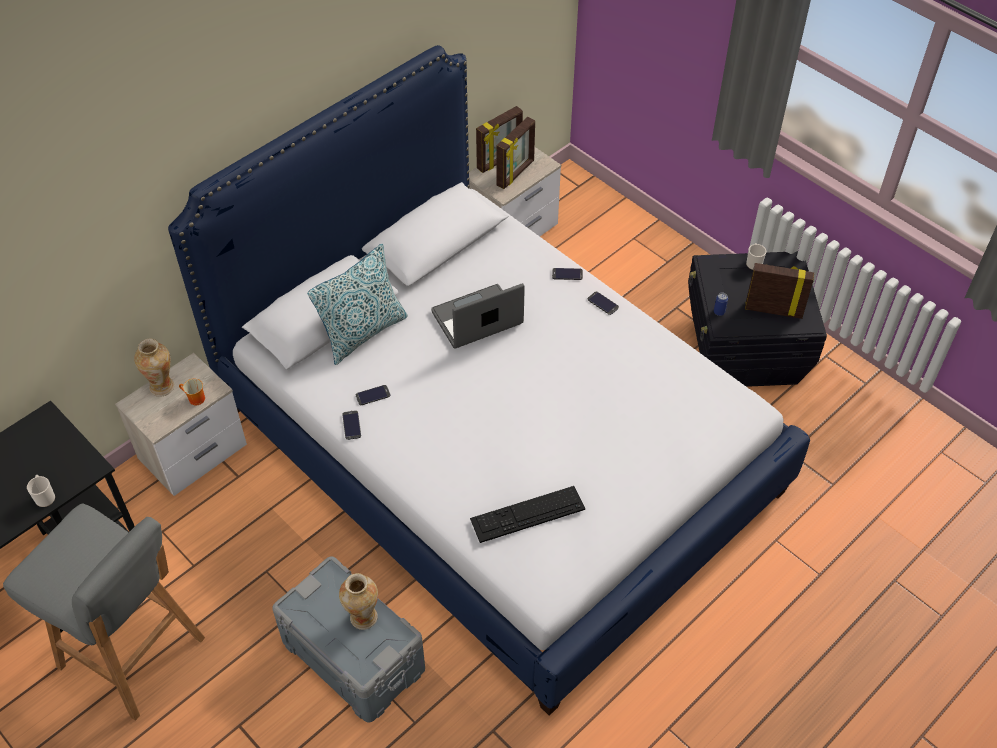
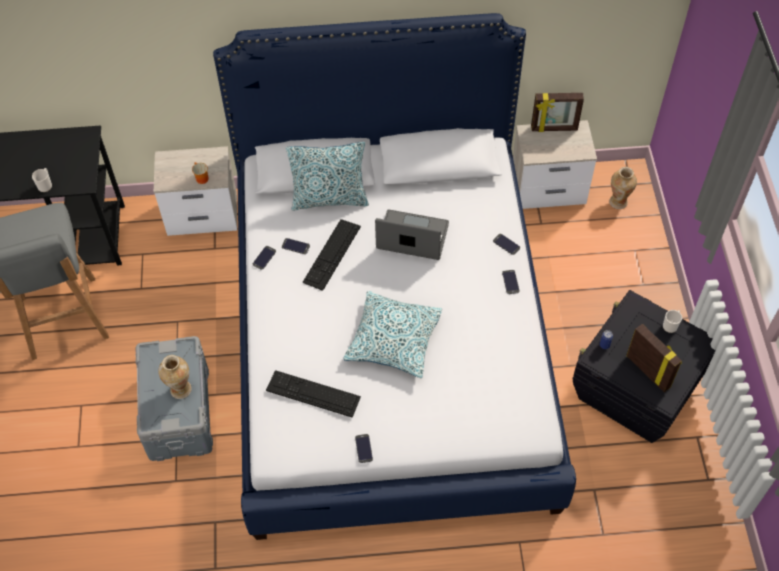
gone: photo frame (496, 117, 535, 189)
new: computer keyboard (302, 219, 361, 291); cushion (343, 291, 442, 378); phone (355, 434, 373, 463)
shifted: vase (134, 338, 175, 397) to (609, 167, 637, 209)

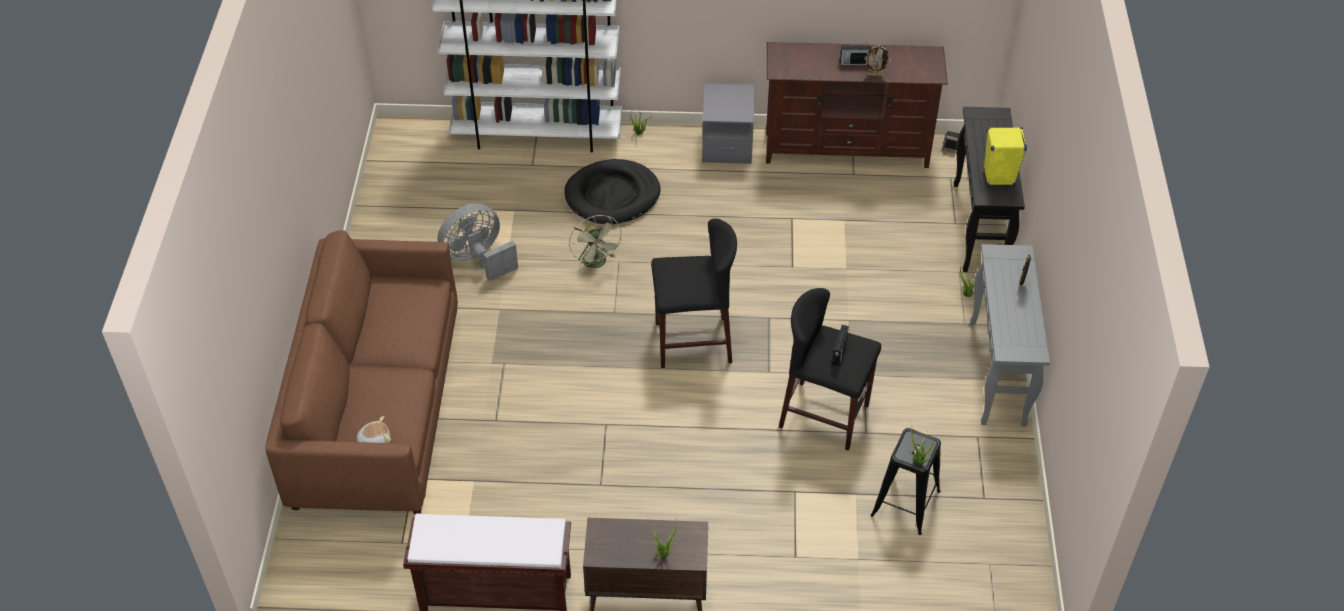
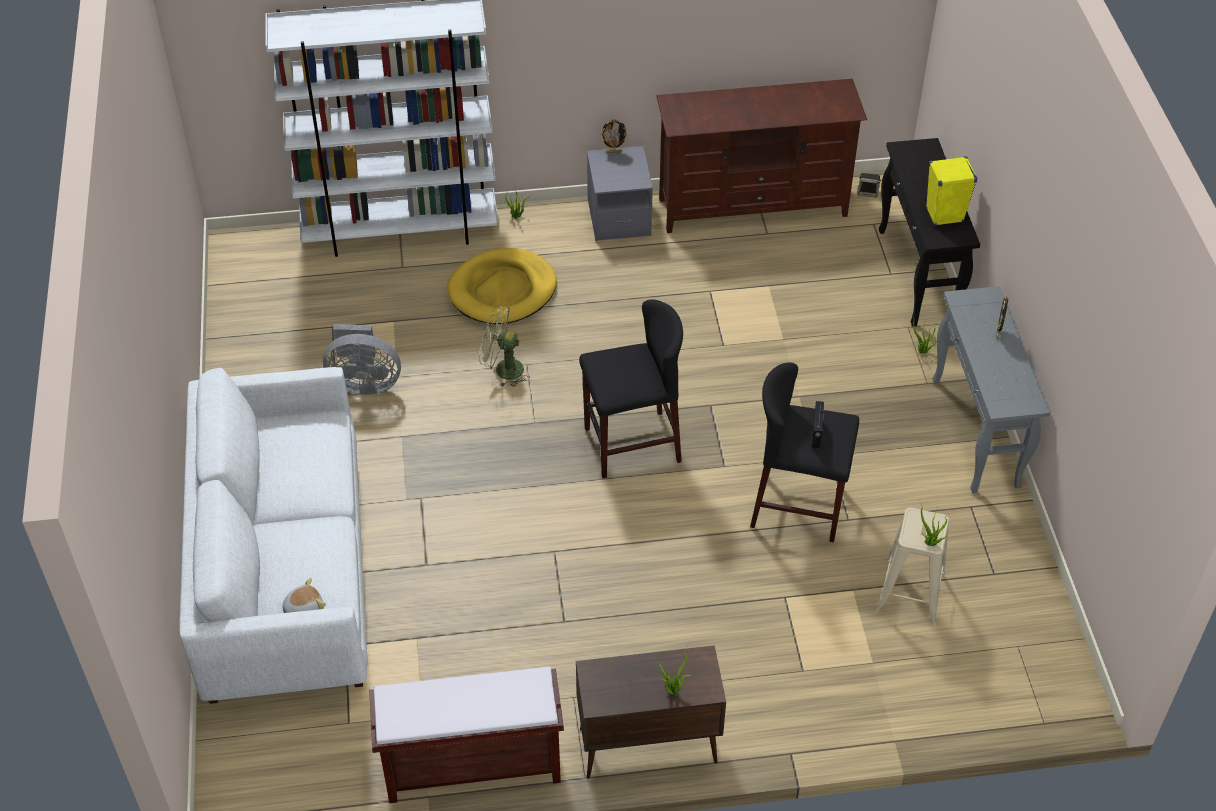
gone: radio receiver (840, 43, 872, 65)
shifted: photo frame (864, 45, 891, 77) to (600, 119, 628, 153)
repainted: black dog cushion (565, 159, 661, 224) to yellowish dog cushion (447, 248, 557, 324); brown-coloured couch (265, 230, 458, 514) to white-coloured couch (179, 367, 368, 704); black sitting stool (871, 428, 941, 535) to beige-coloured sitting stool (875, 507, 950, 626)
rotated: gray fan (437, 203, 518, 281) = (323, 324, 401, 395) 135 degrees counterclockwise; green-coloured fan (569, 215, 623, 272) = (479, 306, 530, 387) 135 degrees clockwise

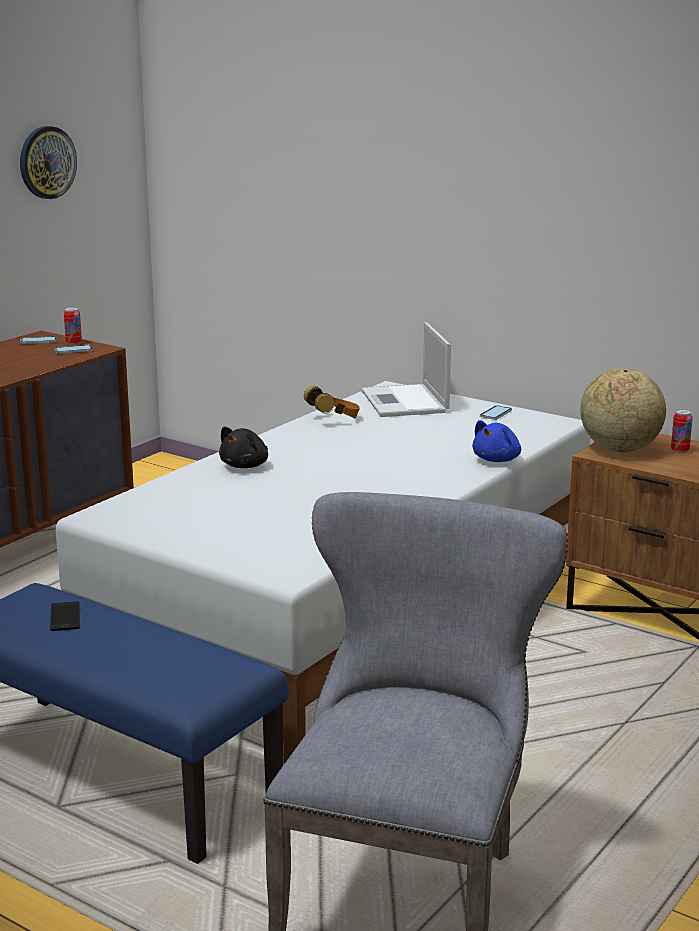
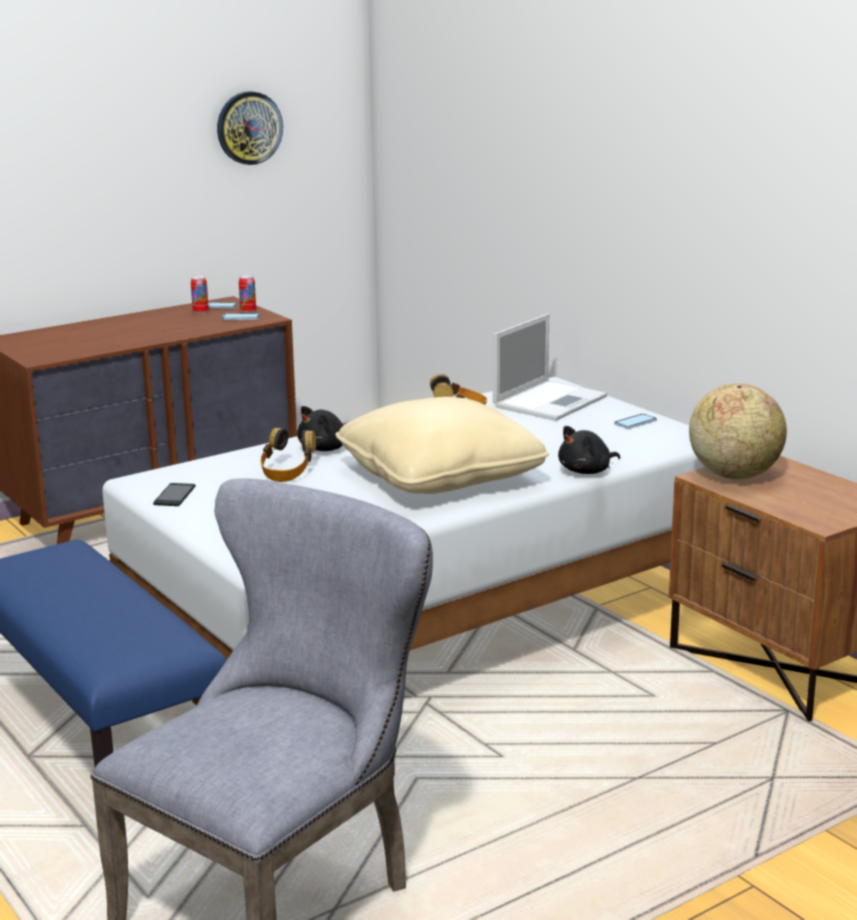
new: beige-coloured cushion (335, 397, 549, 494); headphones (261, 428, 316, 482)
shifted: sealed can (671, 409, 692, 453) to (191, 275, 209, 314); phone (50, 601, 80, 631) to (153, 483, 196, 506)
repainted: blue cuddly toy (472, 420, 521, 462) to black cuddly toy (558, 426, 620, 474)
rotated: laptop (361, 322, 451, 417) = (493, 314, 608, 421) 150 degrees counterclockwise

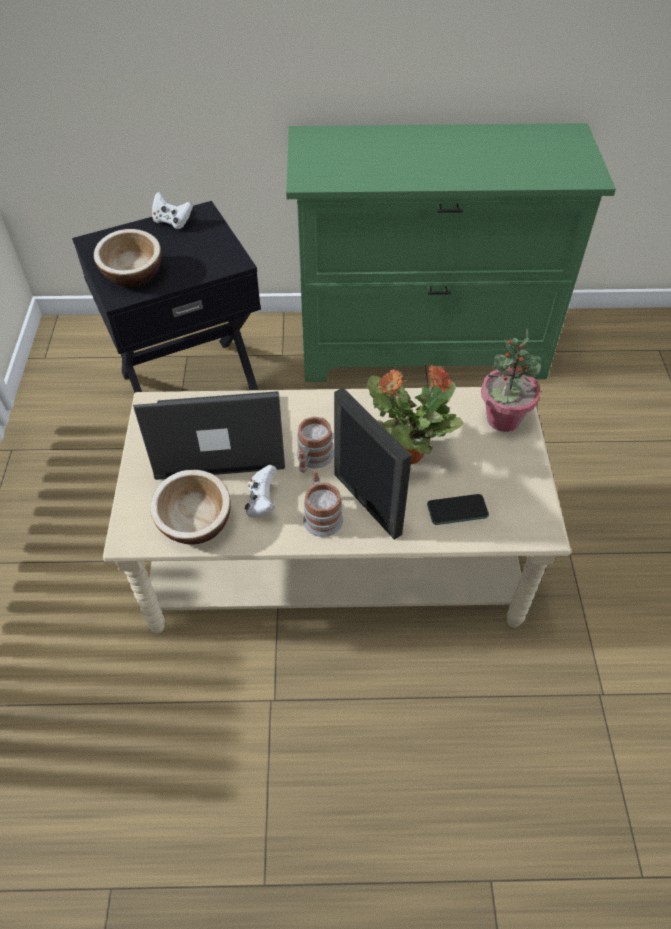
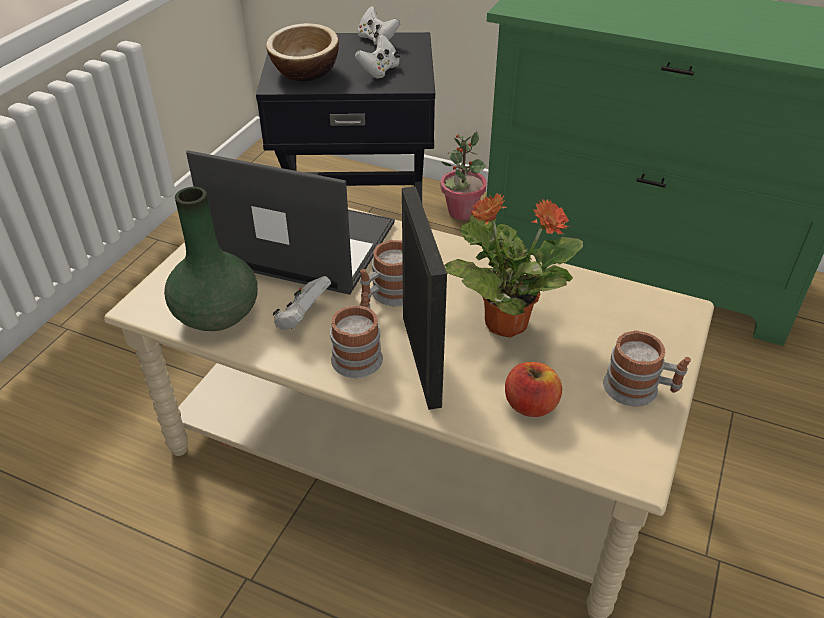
new: white-coloured joypad (355, 35, 400, 79); mug (603, 330, 691, 406)
shifted: potted plant (481, 329, 541, 432) to (440, 131, 487, 220)
swapped: deep dish (150, 470, 231, 544) to green-coloured vase (164, 187, 258, 331); phone (427, 494, 489, 525) to whole apple (505, 362, 562, 417)

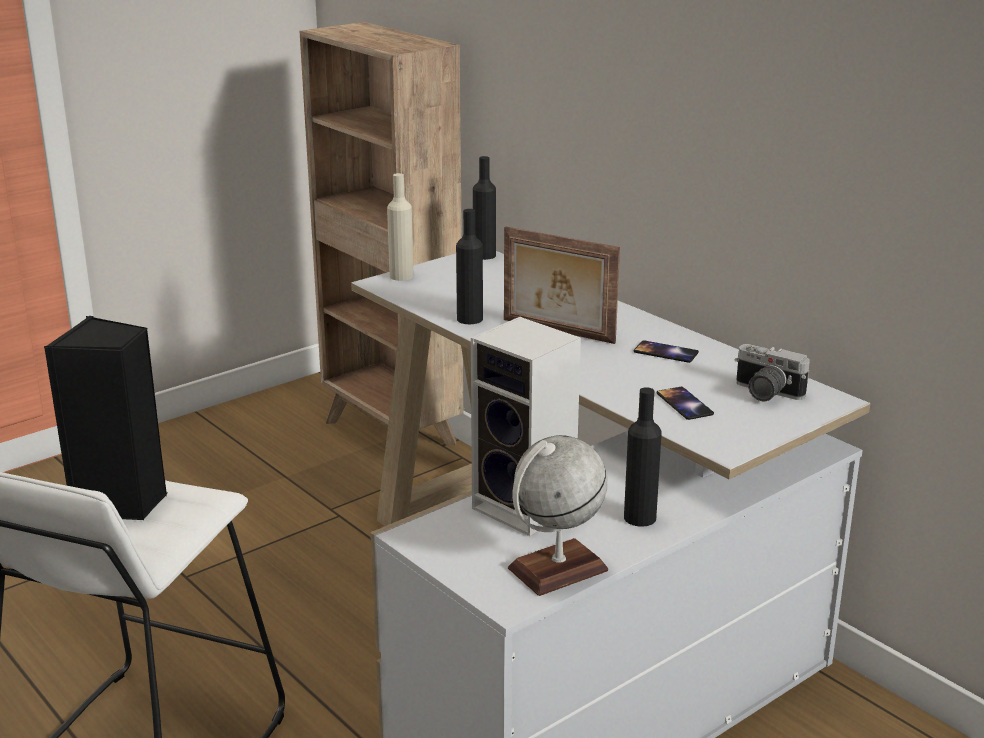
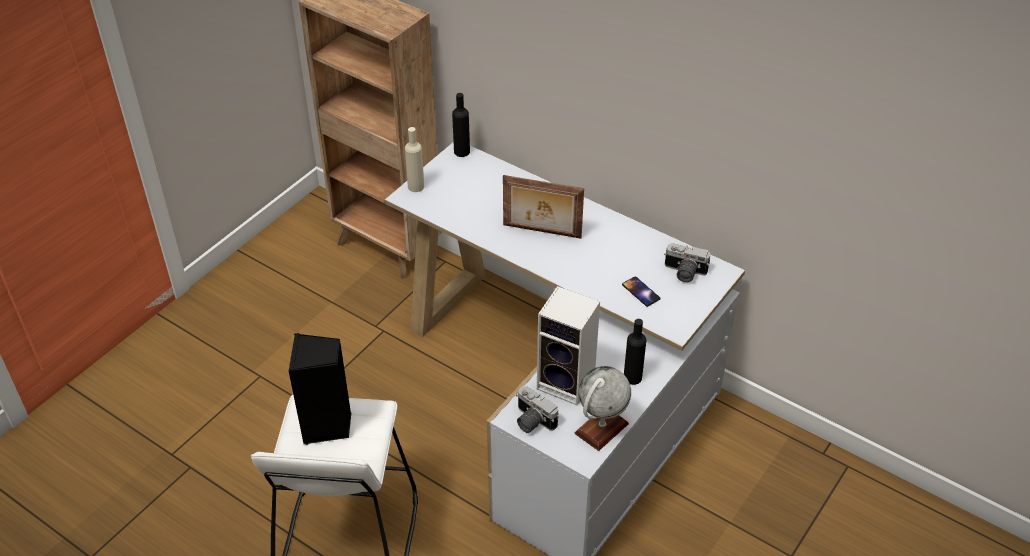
gone: black bottle (456, 209, 483, 324); phone (634, 340, 699, 363)
new: photo camera (516, 386, 559, 433)

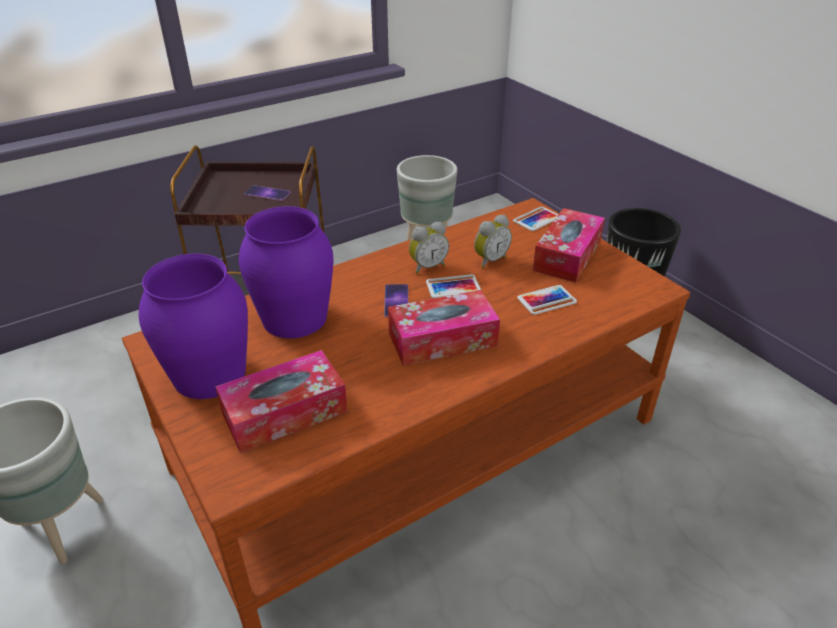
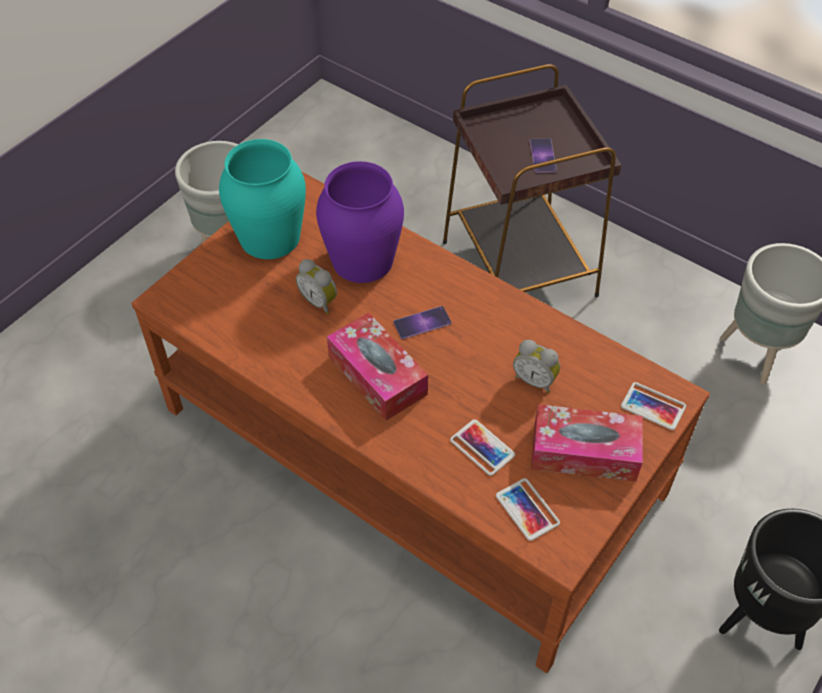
gone: tissue holder (215, 350, 348, 453)
shifted: table clock (409, 222, 449, 274) to (296, 259, 337, 314); phone (426, 274, 481, 298) to (496, 478, 560, 541)
repainted: purple-coloured vase (139, 254, 248, 399) to turquoise vase (219, 139, 306, 259)

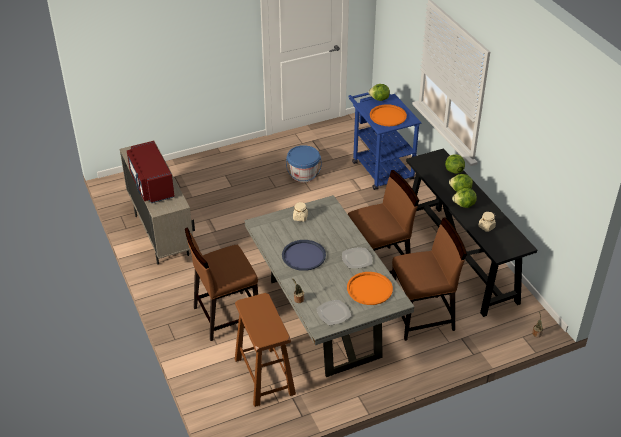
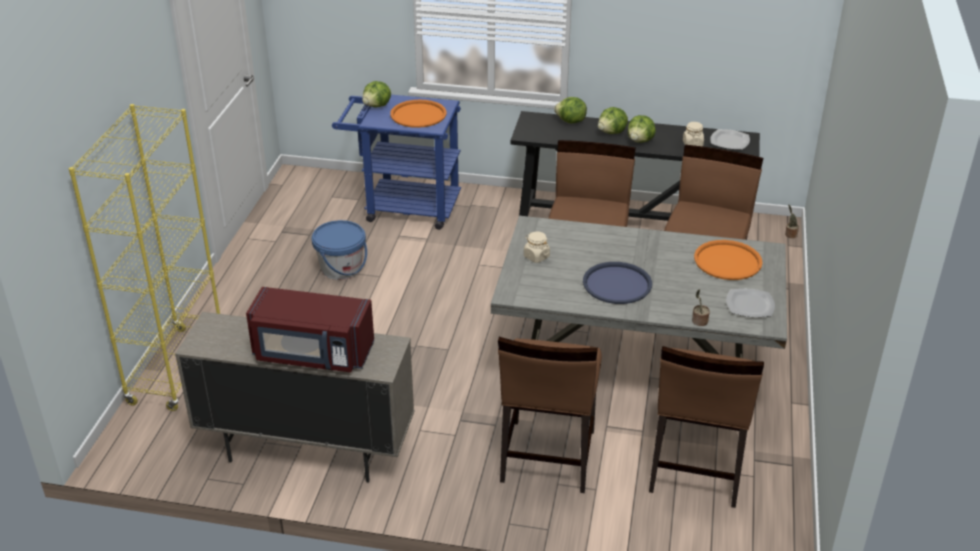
new: yellowish bookshelf (69, 104, 220, 411)
shifted: dinner plate (342, 248, 372, 268) to (710, 129, 750, 150)
swapped: brown-coloured sitting stool (235, 293, 296, 407) to brown-coloured plain chair (649, 346, 764, 508)

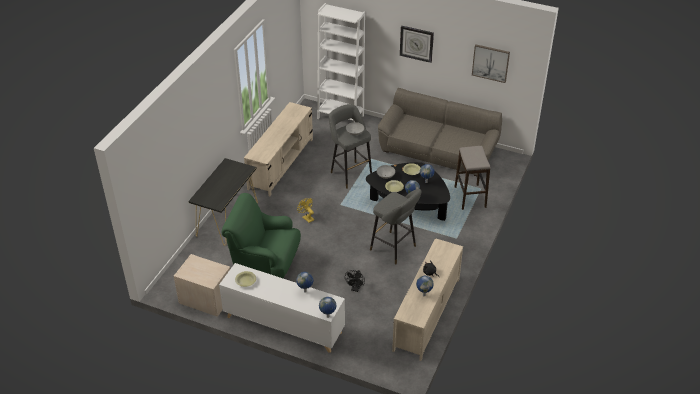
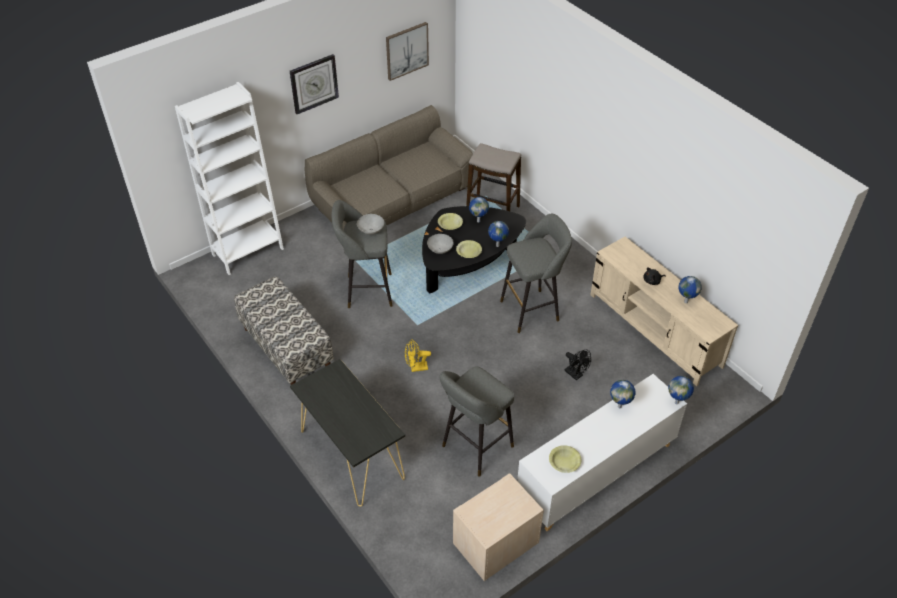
swapped: beige-coloured tv unit (244, 102, 313, 197) to long seat (234, 276, 334, 385); green-coloured lounge chair (222, 193, 301, 279) to gray sitting stool (439, 366, 514, 477)

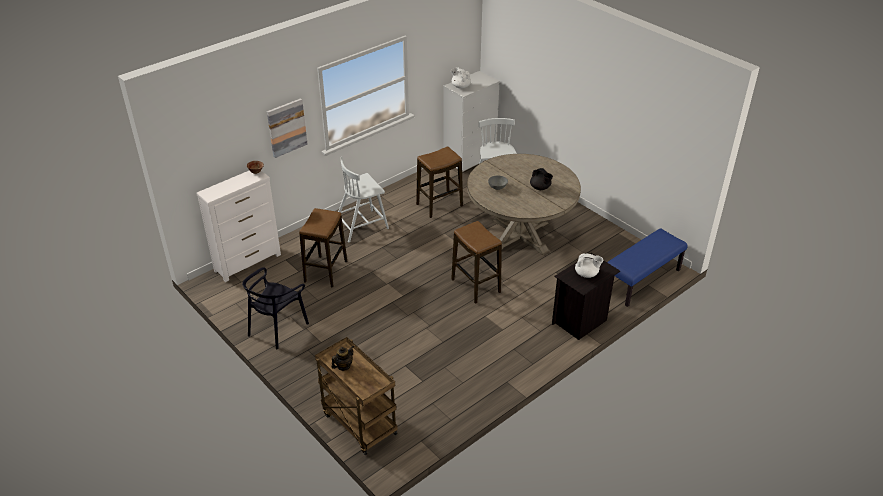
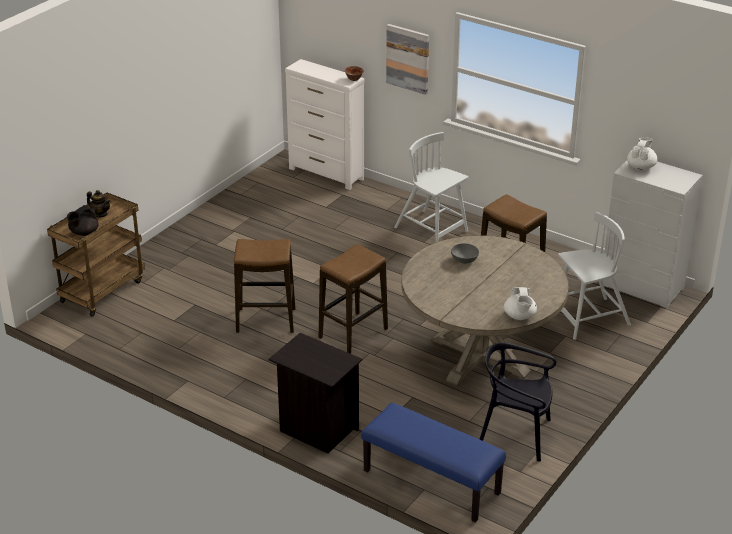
shifted: black teapot (530, 168, 553, 190) to (67, 205, 98, 236); sitting stool (299, 208, 347, 288) to (234, 239, 296, 333); white-coloured teapot (575, 253, 603, 278) to (504, 287, 537, 320); black plain chair (242, 267, 309, 349) to (480, 343, 556, 462)

